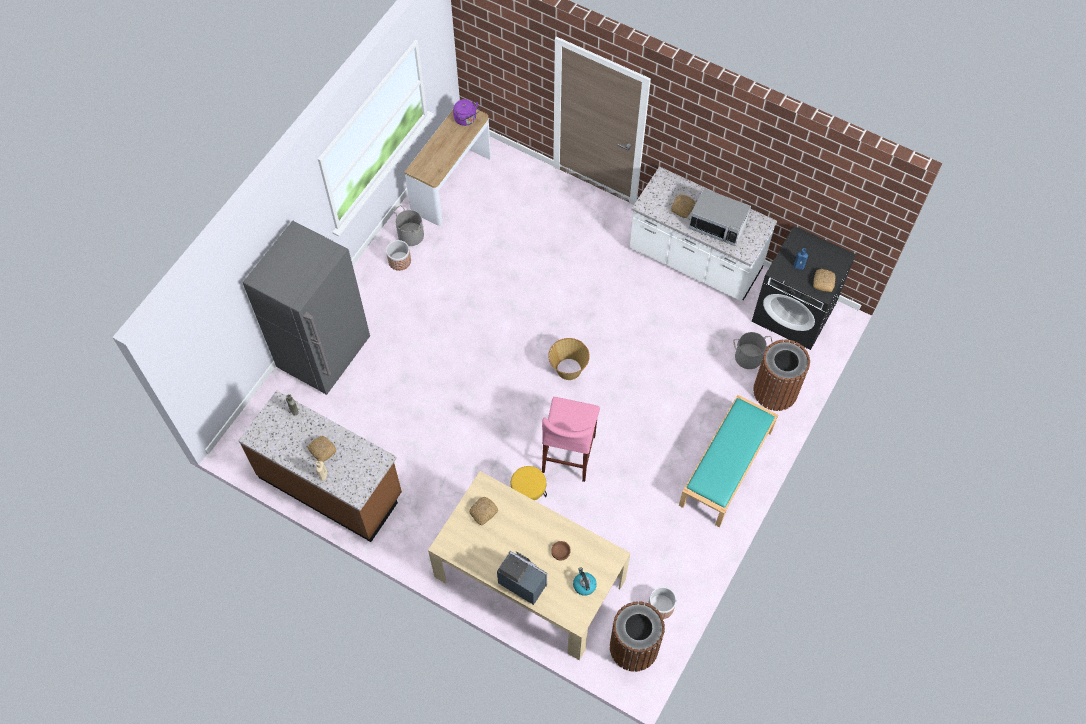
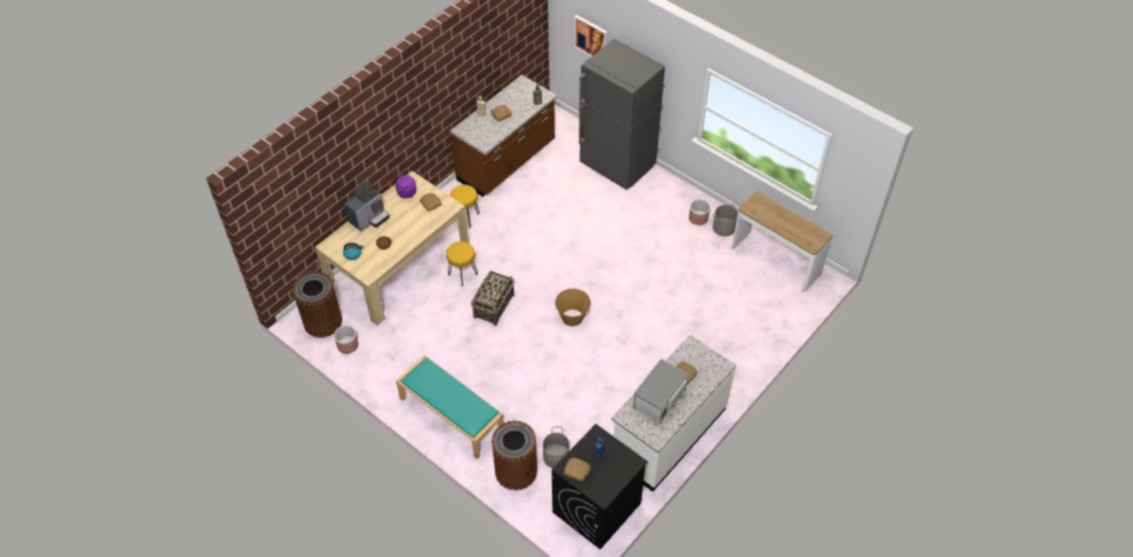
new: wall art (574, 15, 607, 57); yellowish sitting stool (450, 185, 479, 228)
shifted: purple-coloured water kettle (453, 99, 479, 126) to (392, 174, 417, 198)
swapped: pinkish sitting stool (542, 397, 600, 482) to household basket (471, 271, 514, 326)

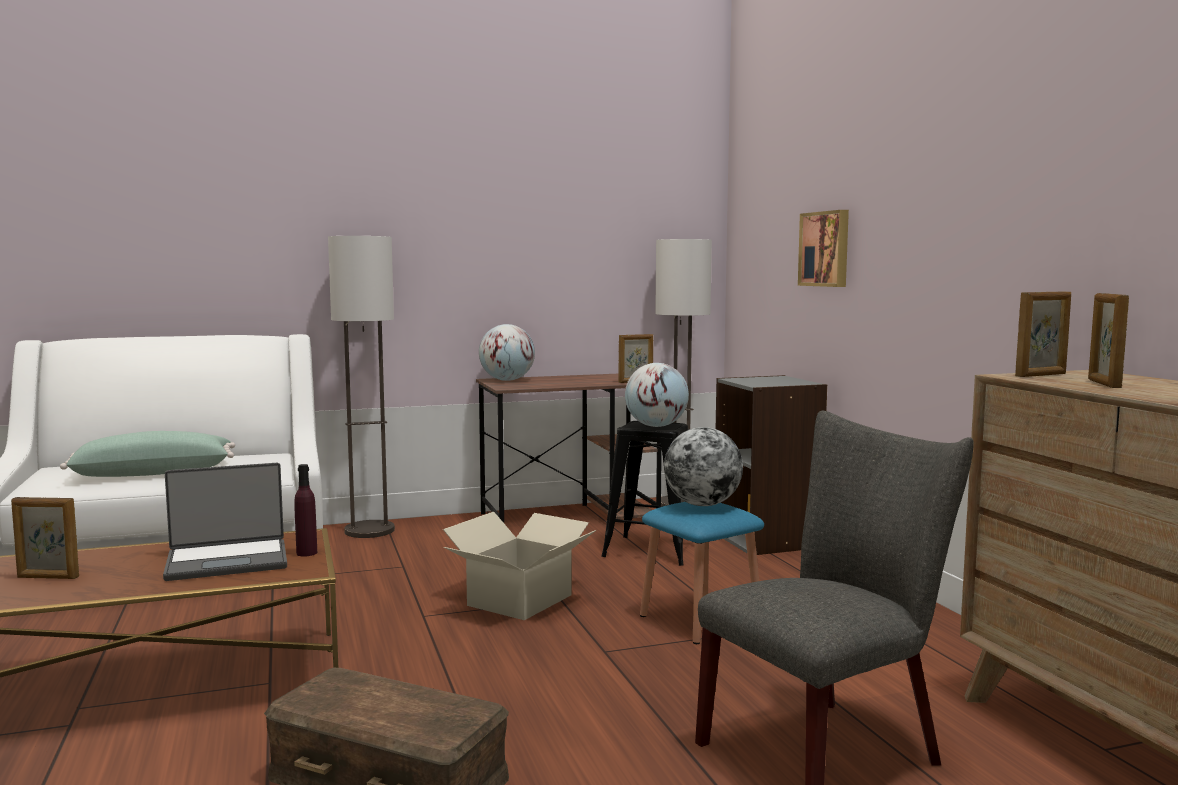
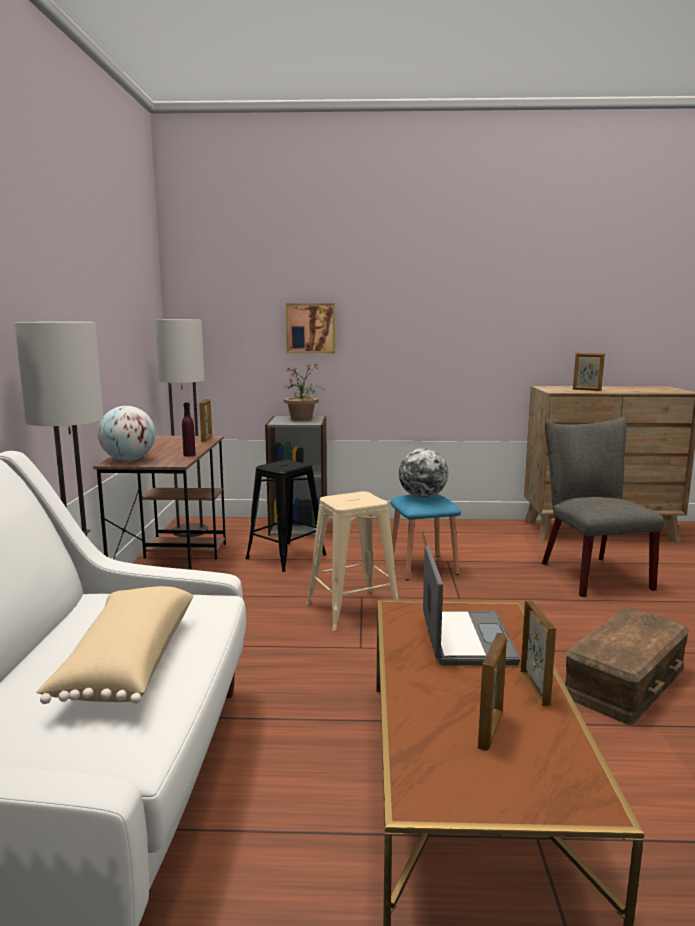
gone: globe (625, 363, 689, 427)
new: potted plant (284, 364, 324, 421)
shifted: photo frame (1015, 291, 1071, 377) to (521, 600, 556, 706); purple-coloured bottle (294, 464, 317, 557) to (182, 402, 196, 457)
swapped: packing box (443, 512, 596, 620) to beige-coloured sitting stool (306, 491, 399, 631)
repainted: green-coloured cushion (60, 431, 235, 477) to beige-coloured cushion (36, 586, 193, 704)

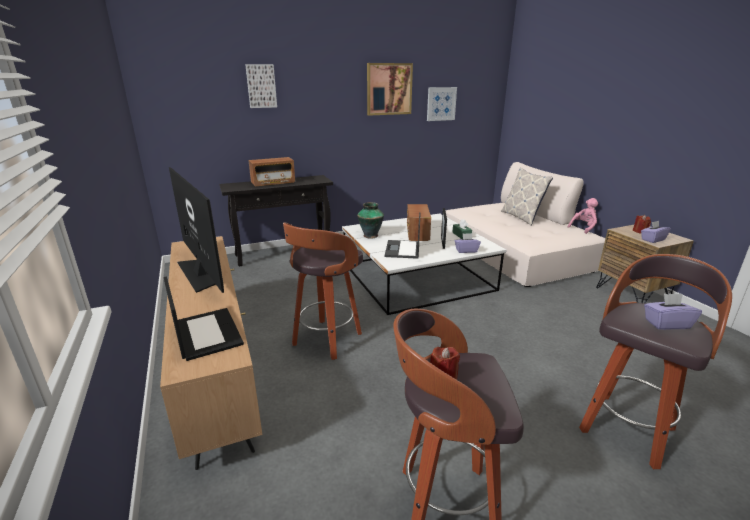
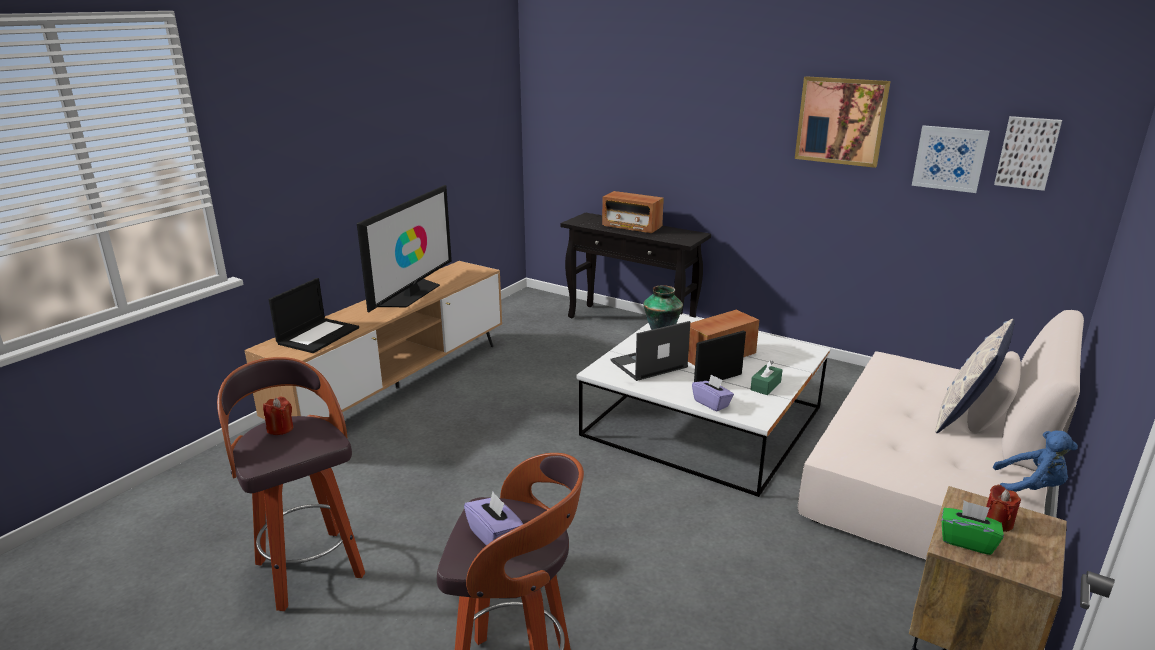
gone: sitting stool (283, 222, 363, 360)
shifted: wall art (245, 64, 277, 108) to (994, 116, 1062, 191)
repainted: pinkish cuddly toy (568, 198, 598, 234) to blue cuddly toy (993, 431, 1078, 492); purple-coloured tissue holder (641, 221, 671, 243) to green-coloured tissue holder (942, 500, 1004, 555)

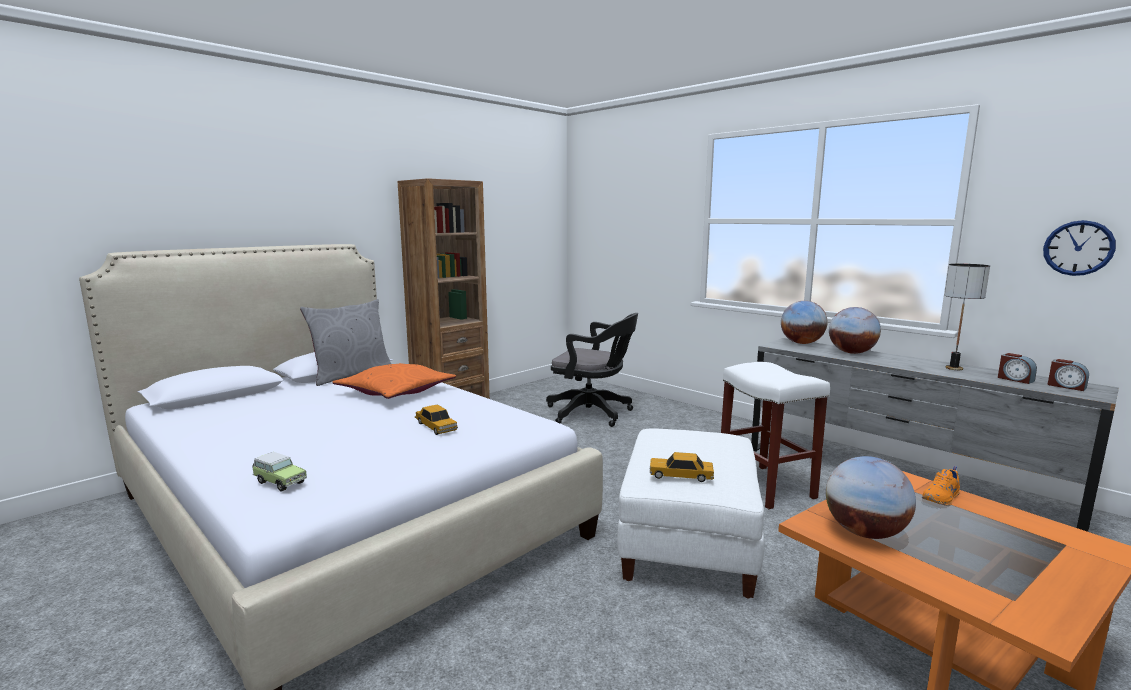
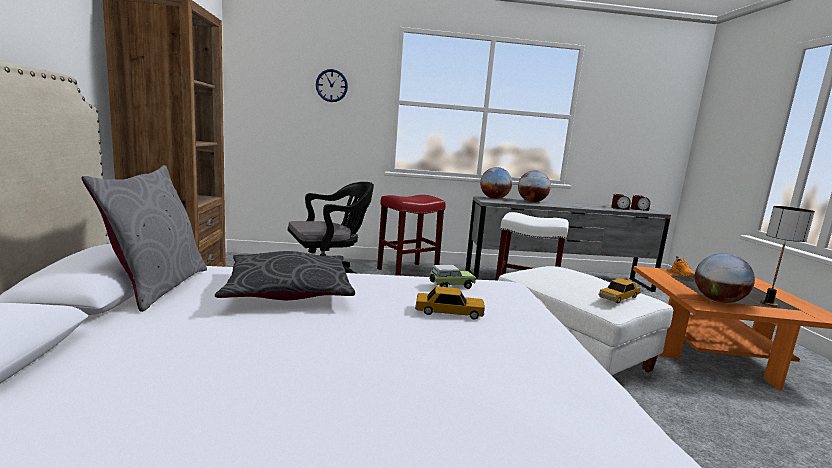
new: reddish sitting stool (377, 195, 446, 276)
shifted: hanging clock (1043, 220, 1116, 276) to (316, 69, 348, 102); tabletop lamp (945, 264, 990, 370) to (760, 206, 815, 306); model car (252, 452, 307, 492) to (429, 265, 476, 289)
repainted: orange-coloured cushion (332, 363, 456, 399) to gray cushion (215, 251, 355, 300)

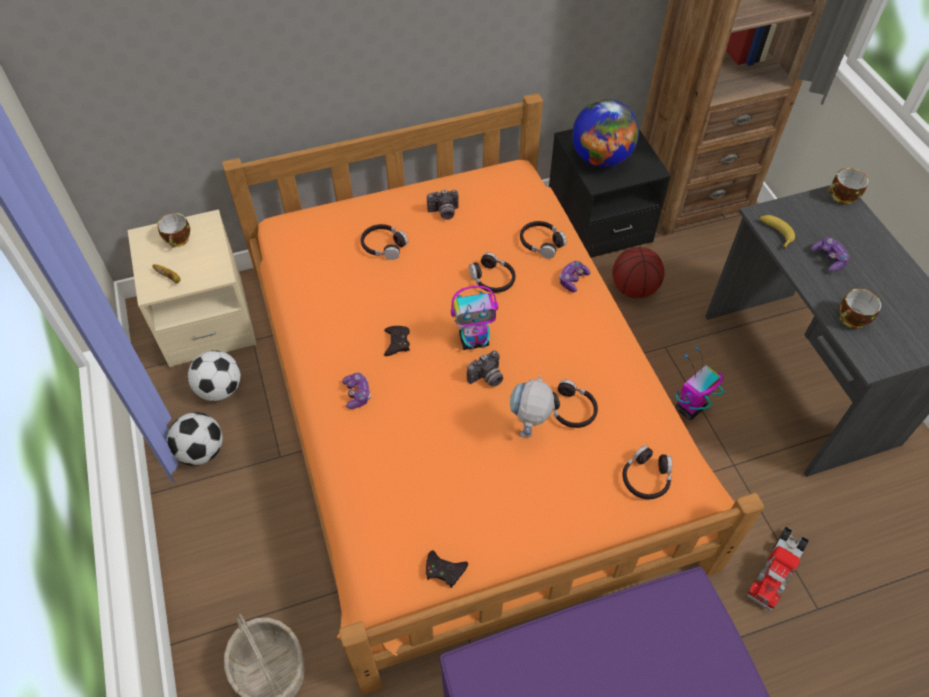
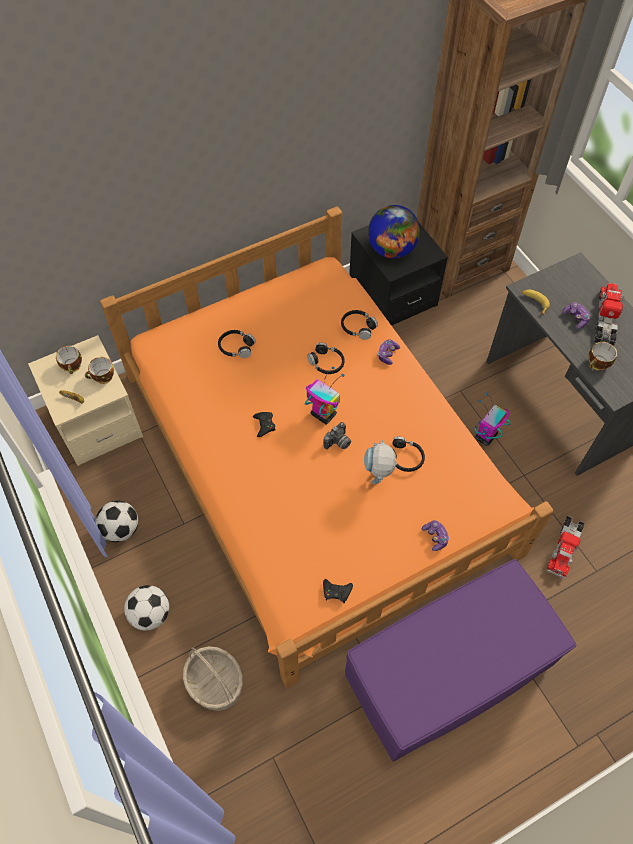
gone: photo camera (427, 190, 459, 220); ball for basketball (612, 247, 665, 298); black headphones (623, 445, 672, 499)
new: toy lorry (594, 283, 624, 346)
shifted: small cup (828, 168, 868, 204) to (85, 357, 114, 384); football ball (188, 350, 241, 401) to (124, 585, 169, 631); joypad (342, 373, 371, 409) to (422, 520, 449, 551)
rotated: model robot (451, 286, 498, 350) = (305, 367, 344, 424) 120 degrees counterclockwise

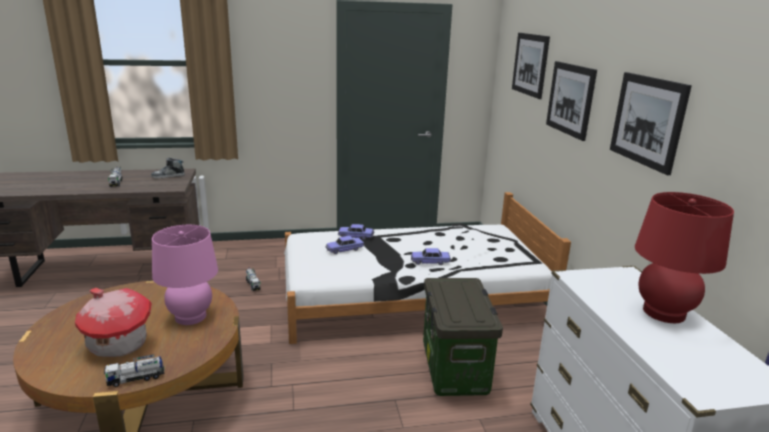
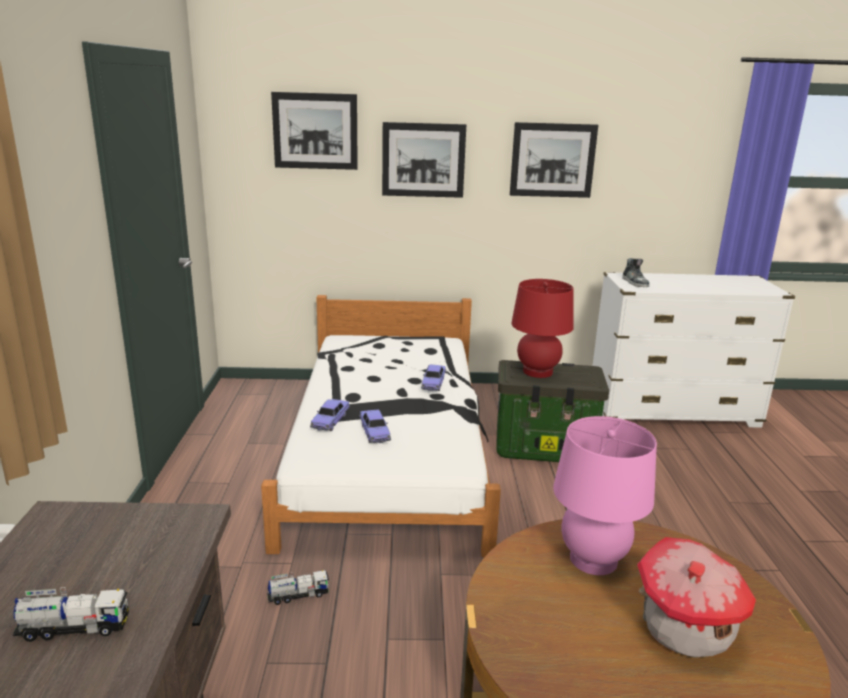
gone: toy lorry (104, 354, 164, 387)
shifted: shoe (151, 158, 185, 178) to (622, 258, 649, 287); reddish tabletop lamp (635, 192, 734, 323) to (511, 279, 574, 378)

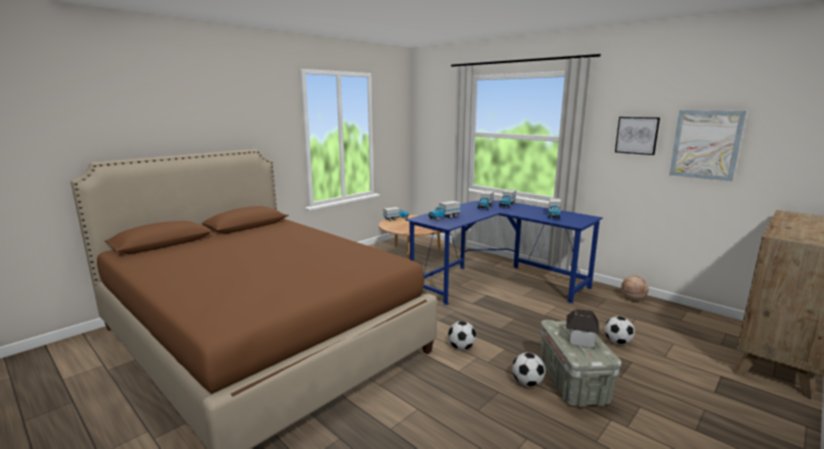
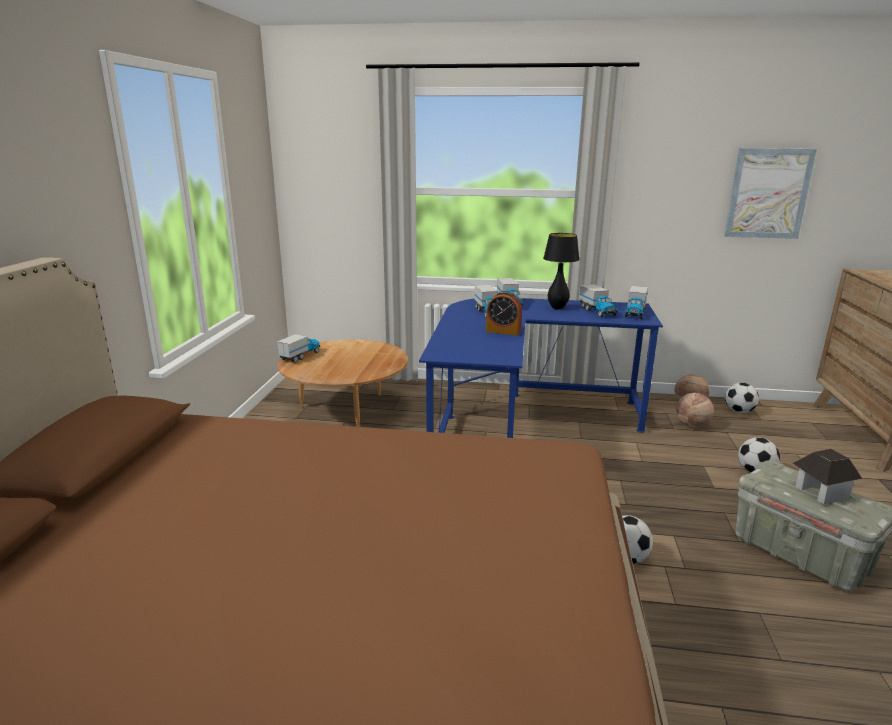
gone: wall art (615, 117, 660, 155)
new: black tabletop lamp (543, 233, 580, 310); table clock (486, 291, 522, 336); ball for basketball (676, 393, 714, 428)
shifted: toy lorry (429, 201, 461, 221) to (625, 286, 648, 319); football ball (512, 352, 545, 386) to (725, 383, 759, 413)

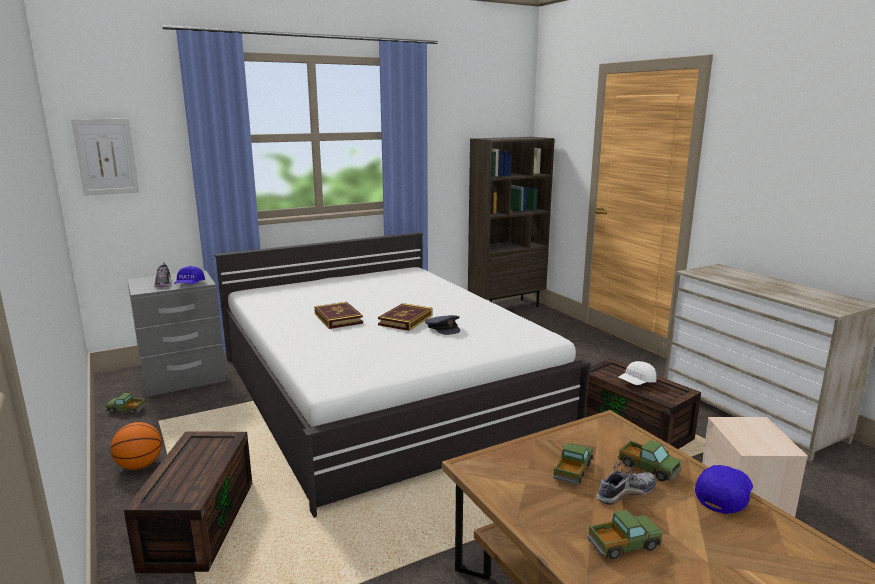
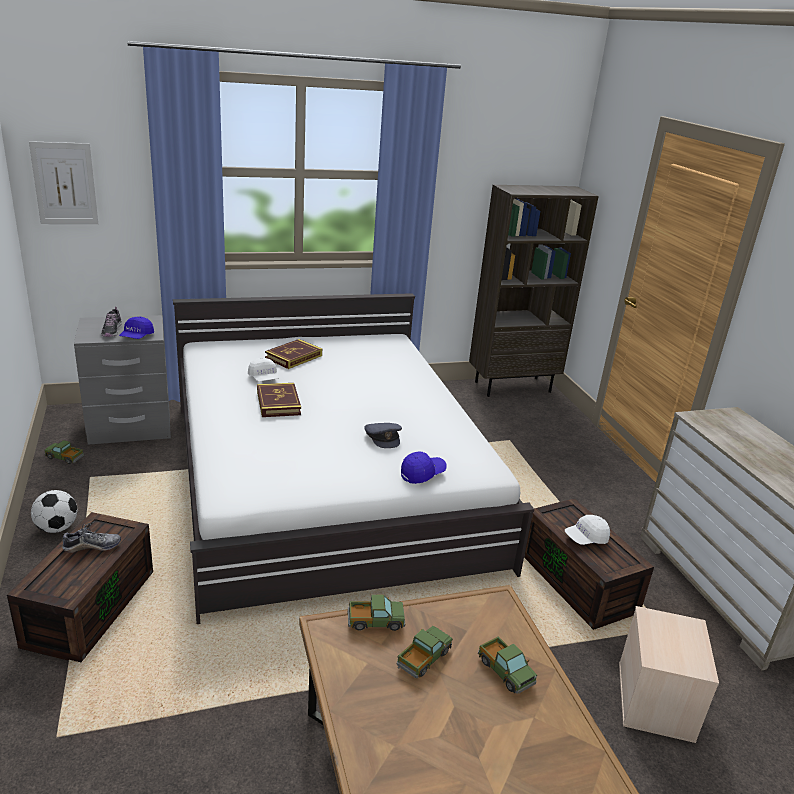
new: white-coloured baseball cap (248, 358, 279, 381)
shifted: volume (378, 303, 432, 331) to (265, 339, 322, 369); shoe (597, 461, 656, 505) to (62, 522, 121, 553); blue baseball cap (695, 465, 753, 514) to (401, 451, 446, 484); toy lorry (587, 510, 663, 559) to (347, 595, 405, 631)
swapped: ball for basketball (110, 422, 162, 470) to football ball (31, 490, 77, 533)

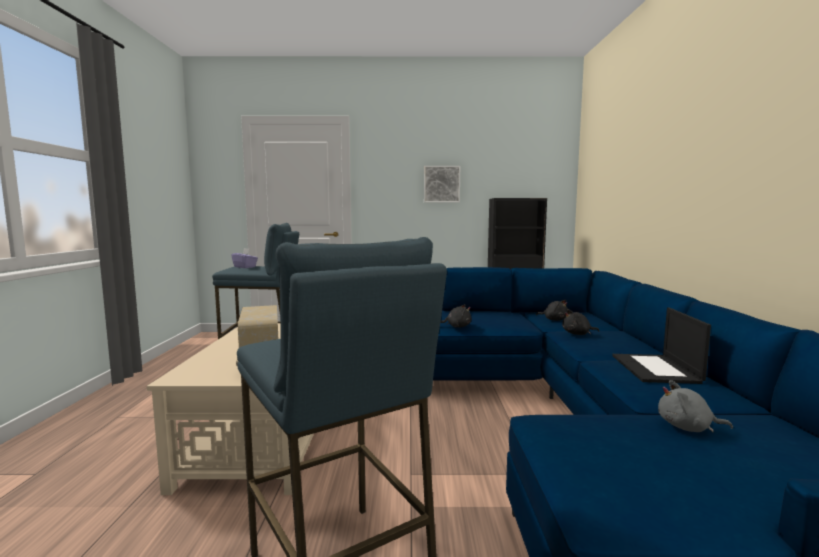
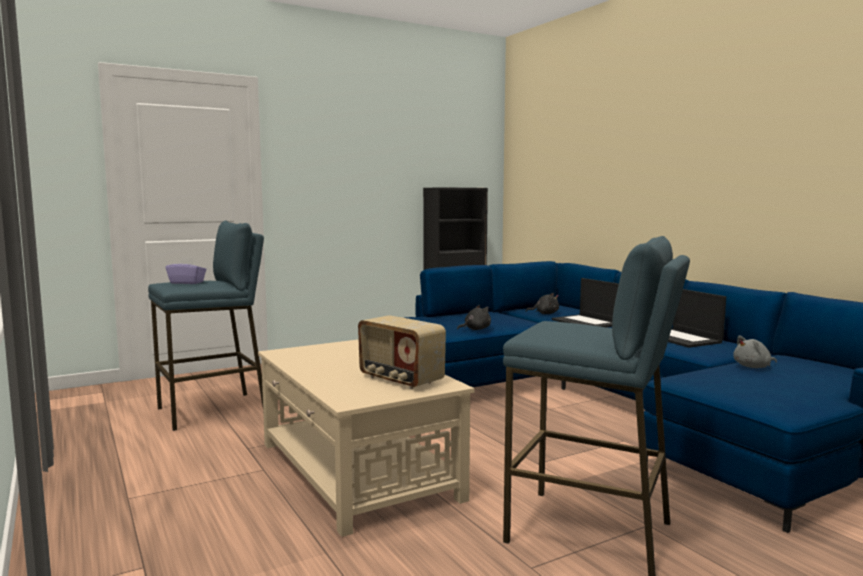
gone: wall art (424, 166, 460, 203)
swapped: black cuddly toy (562, 309, 599, 335) to laptop (552, 278, 619, 327)

